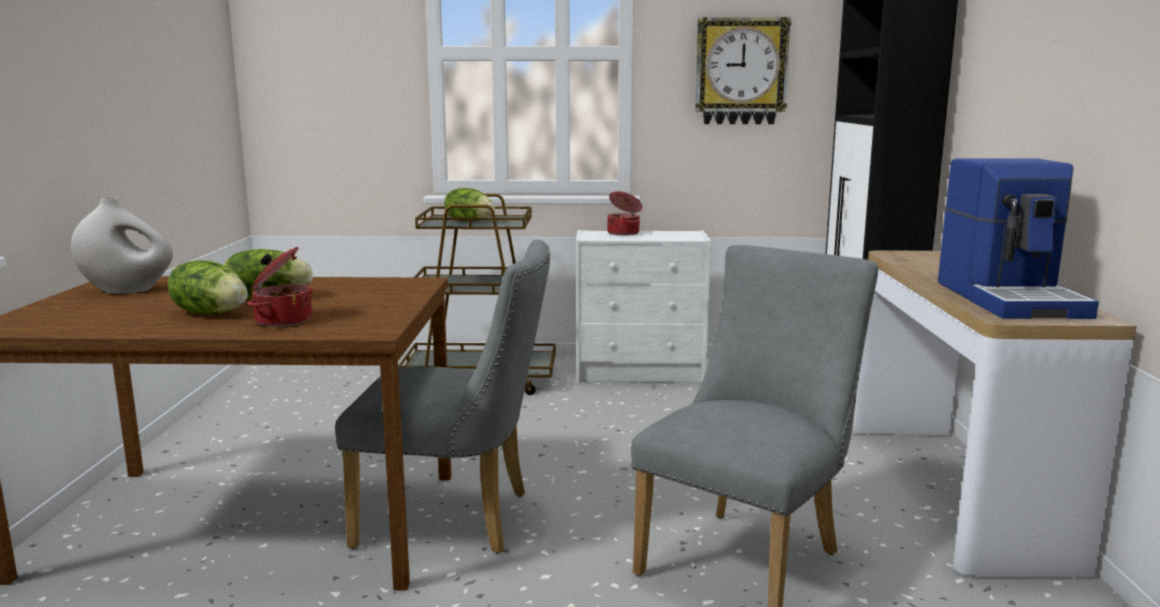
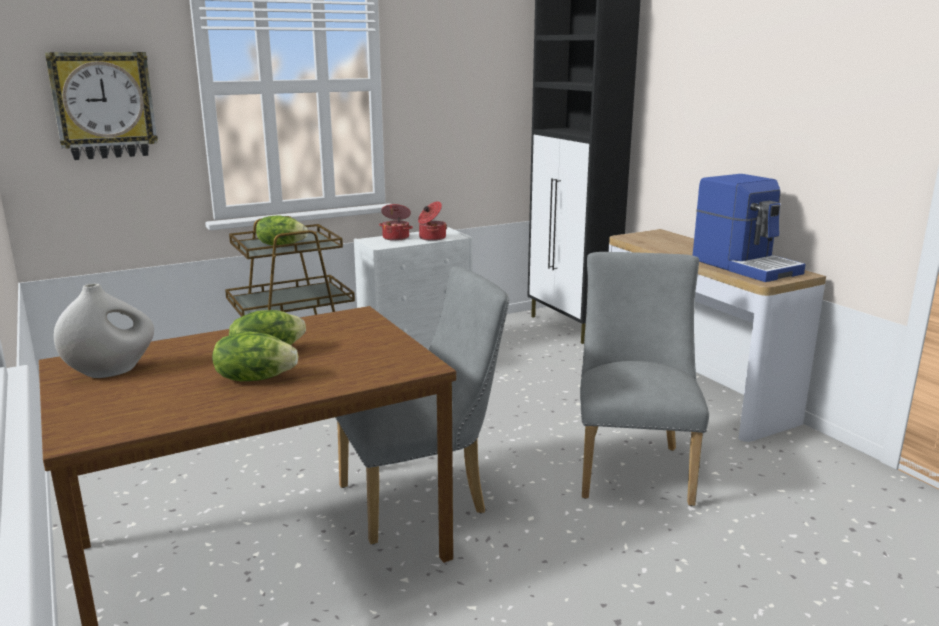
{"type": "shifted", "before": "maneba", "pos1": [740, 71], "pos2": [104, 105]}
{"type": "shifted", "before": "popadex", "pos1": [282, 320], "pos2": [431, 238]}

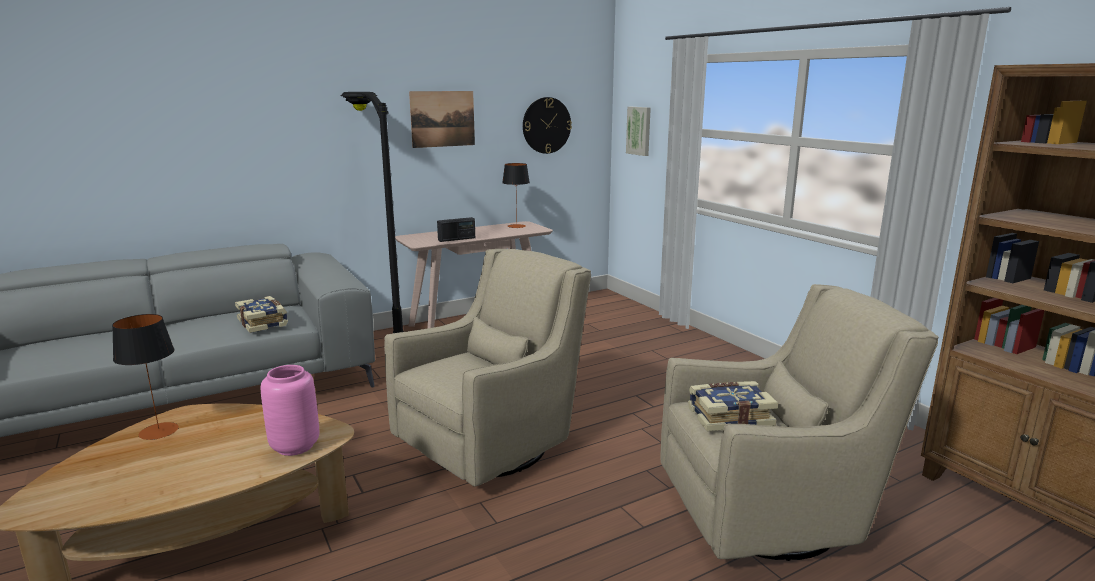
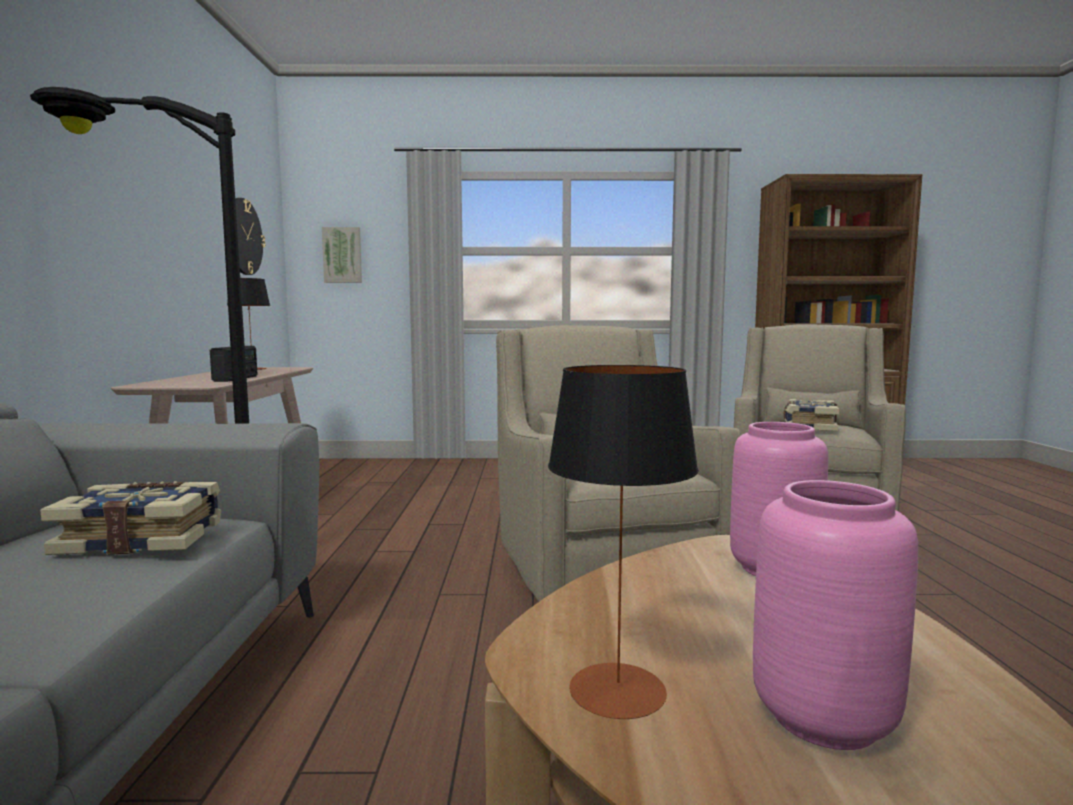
{"type": "new", "after": "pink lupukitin", "pos2": [822, 719]}
{"type": "gone", "before": "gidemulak", "pos1": [442, 119]}

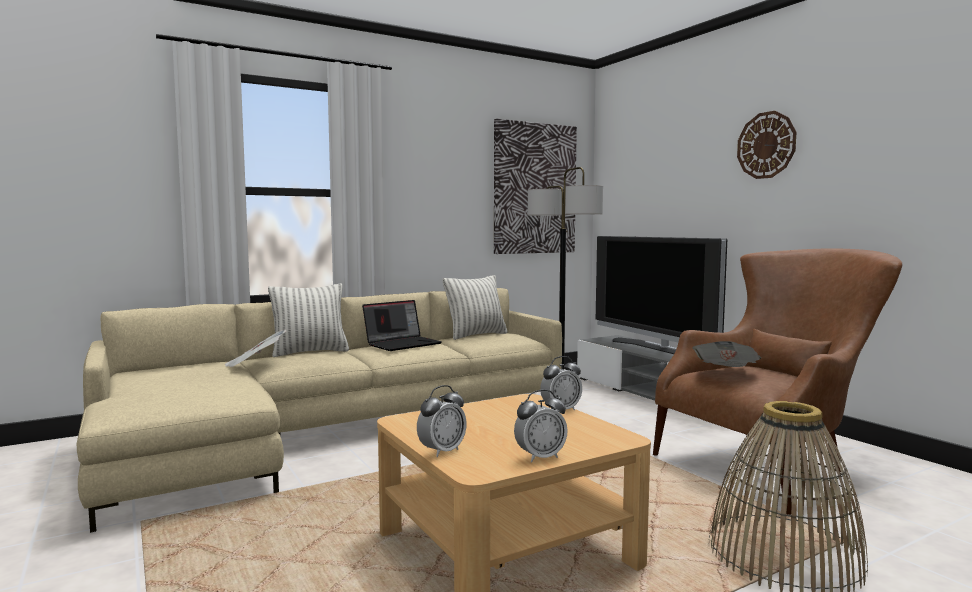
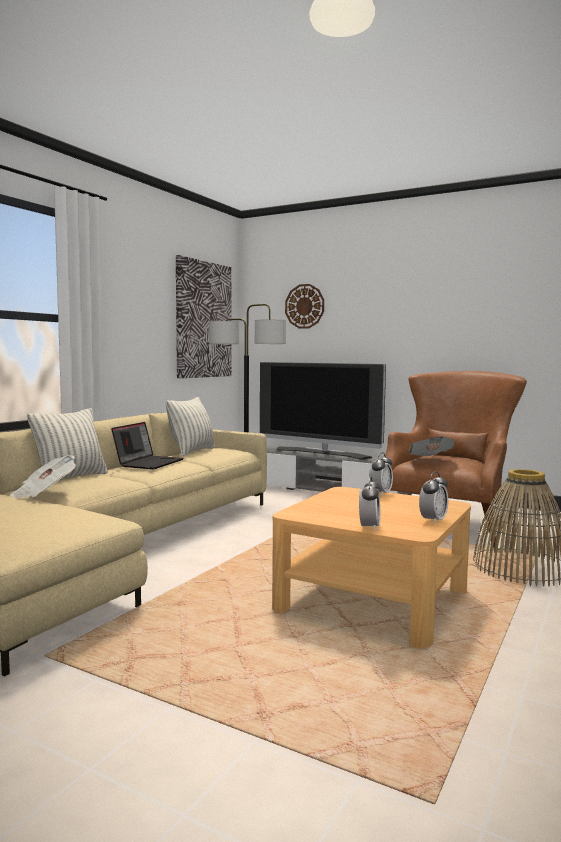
{"type": "shifted", "before": "maneba", "pos1": [766, 145], "pos2": [304, 306]}

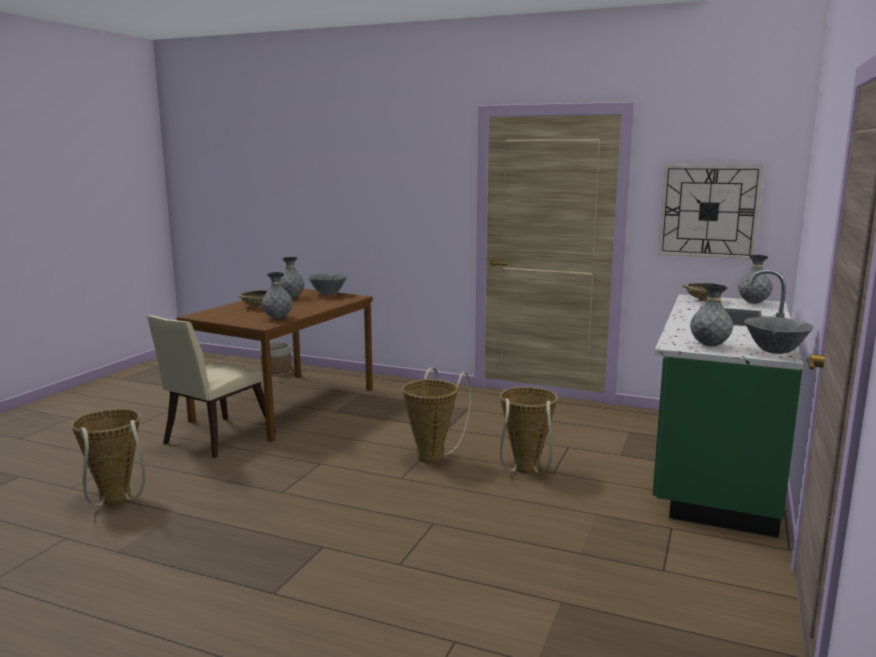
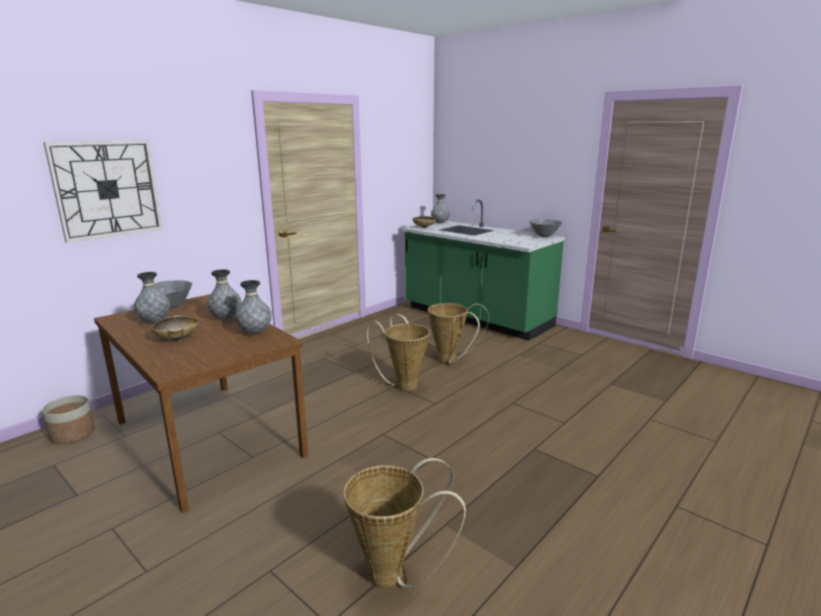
{"type": "shifted", "before": "maneba", "pos1": [708, 211], "pos2": [107, 189]}
{"type": "shifted", "before": "grey lupukitin", "pos1": [709, 346], "pos2": [226, 318]}
{"type": "gone", "before": "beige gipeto", "pos1": [213, 439]}

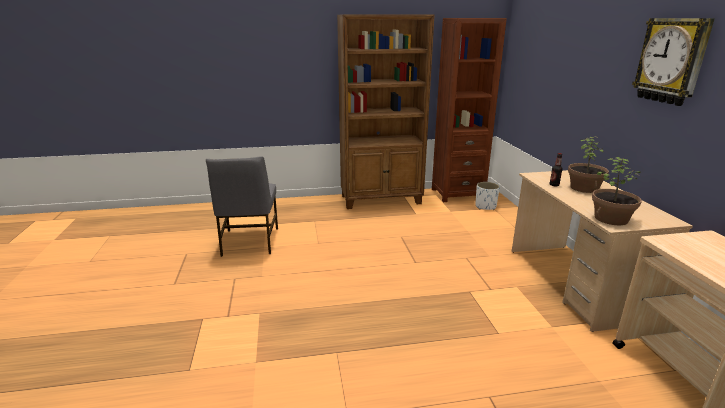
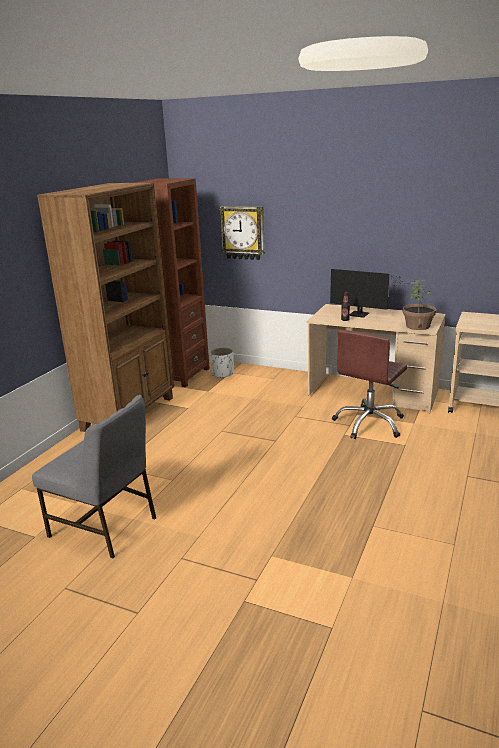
{"type": "shifted", "before": "maneba", "pos1": [671, 61], "pos2": [243, 233]}
{"type": "swapped", "before": "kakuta", "after": "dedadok", "pos1": [584, 188], "pos2": [361, 315]}
{"type": "new", "after": "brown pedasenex", "pos2": [369, 424]}

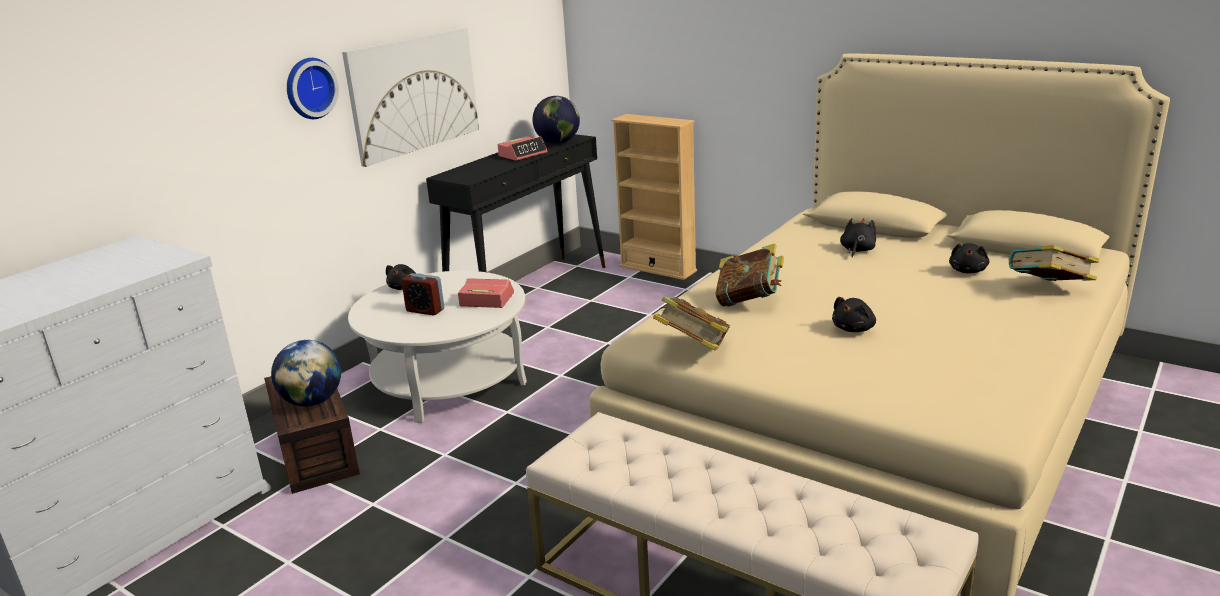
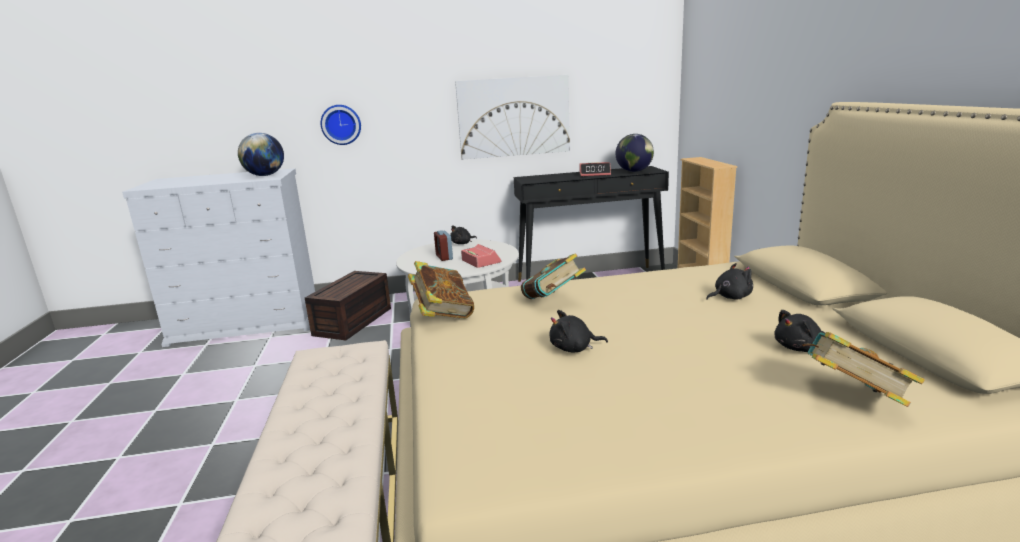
{"type": "shifted", "before": "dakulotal", "pos1": [312, 401], "pos2": [265, 175]}
{"type": "shifted", "before": "maneba", "pos1": [309, 88], "pos2": [341, 124]}

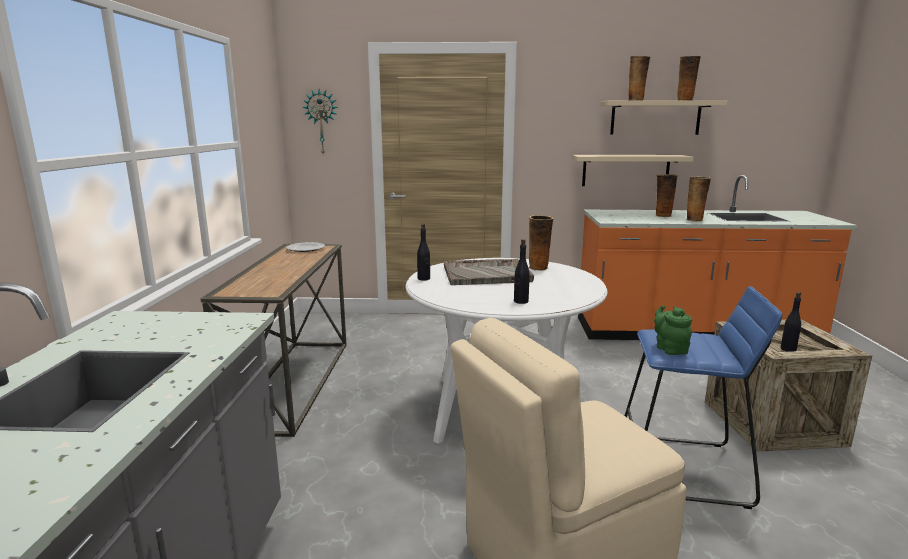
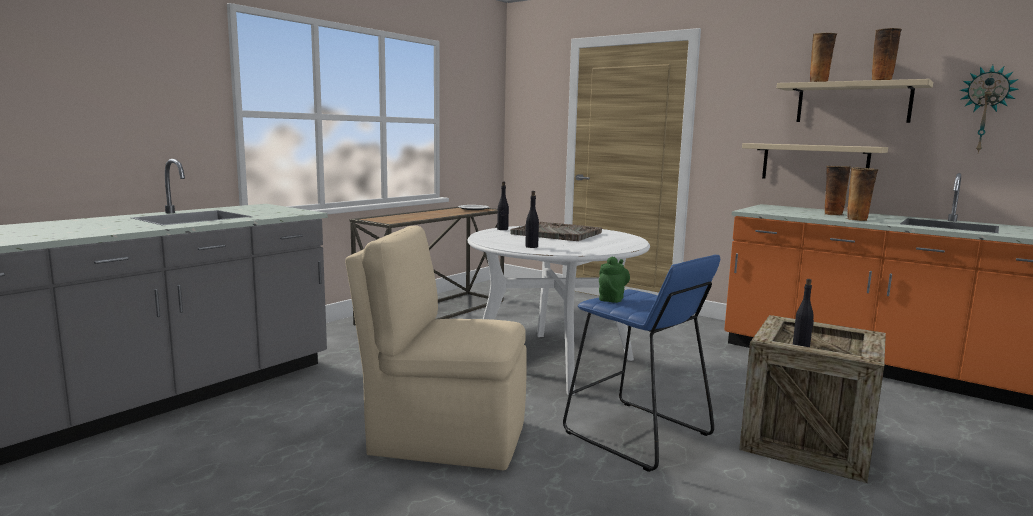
{"type": "shifted", "before": "maneba", "pos1": [321, 122], "pos2": [985, 109]}
{"type": "gone", "before": "lupukitin", "pos1": [539, 268]}

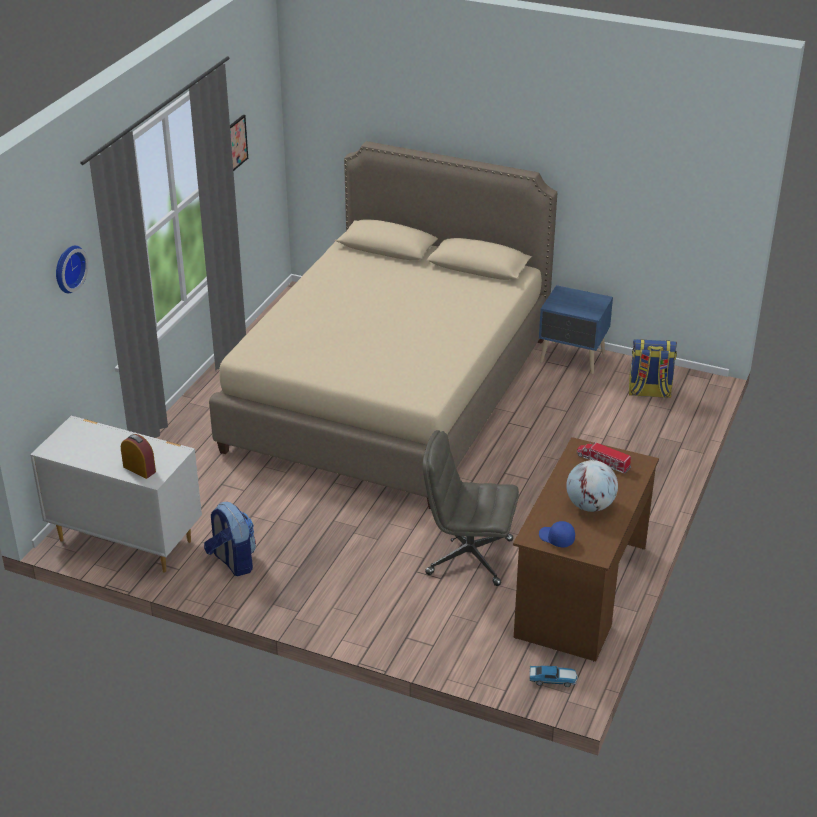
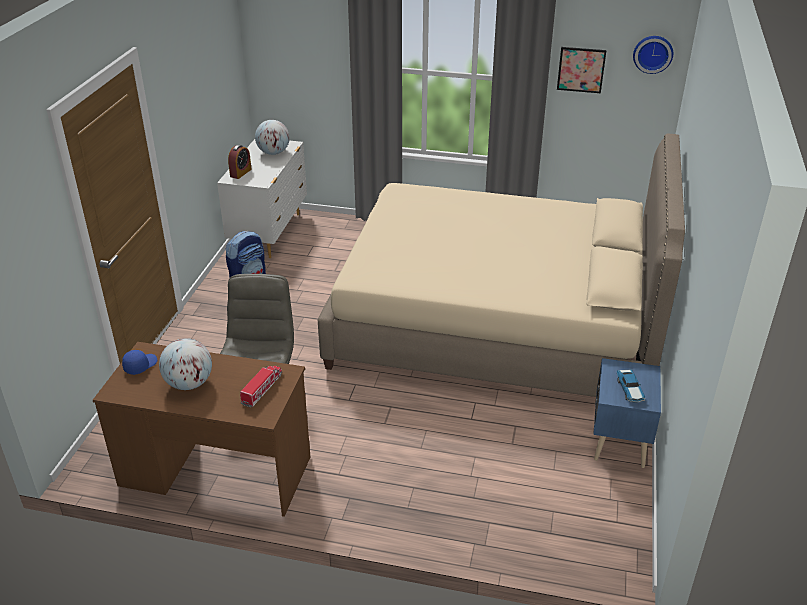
{"type": "new", "after": "dakulotal", "pos2": [273, 153]}
{"type": "shifted", "before": "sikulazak", "pos1": [553, 679], "pos2": [630, 390]}
{"type": "shifted", "before": "maneba", "pos1": [67, 268], "pos2": [653, 53]}
{"type": "gone", "before": "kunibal", "pos1": [649, 392]}

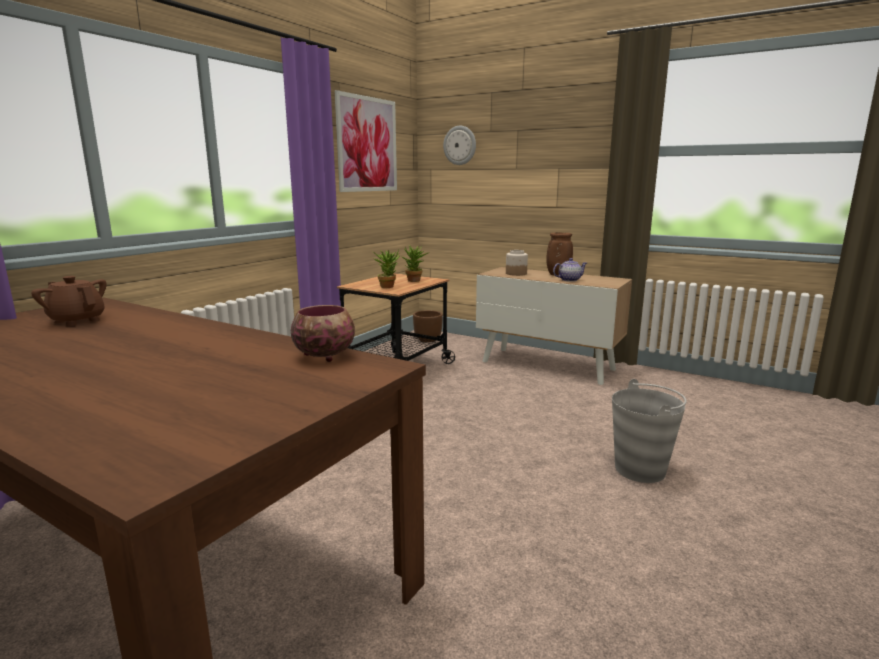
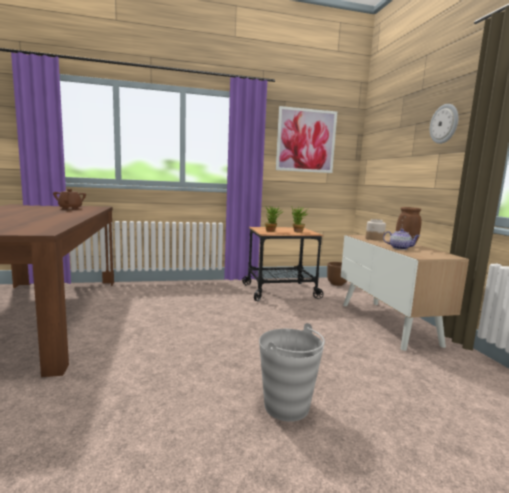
{"type": "shifted", "before": "maneba", "pos1": [460, 145], "pos2": [444, 124]}
{"type": "gone", "before": "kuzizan", "pos1": [325, 356]}

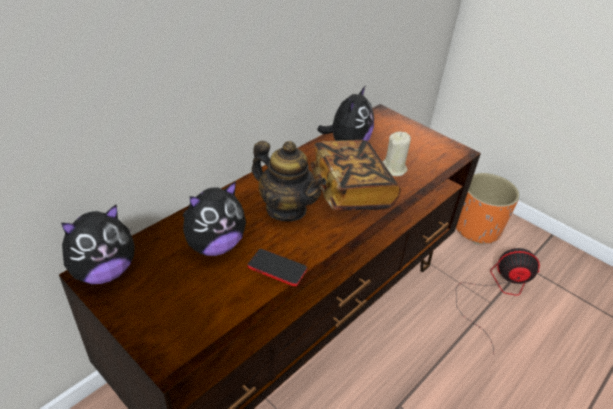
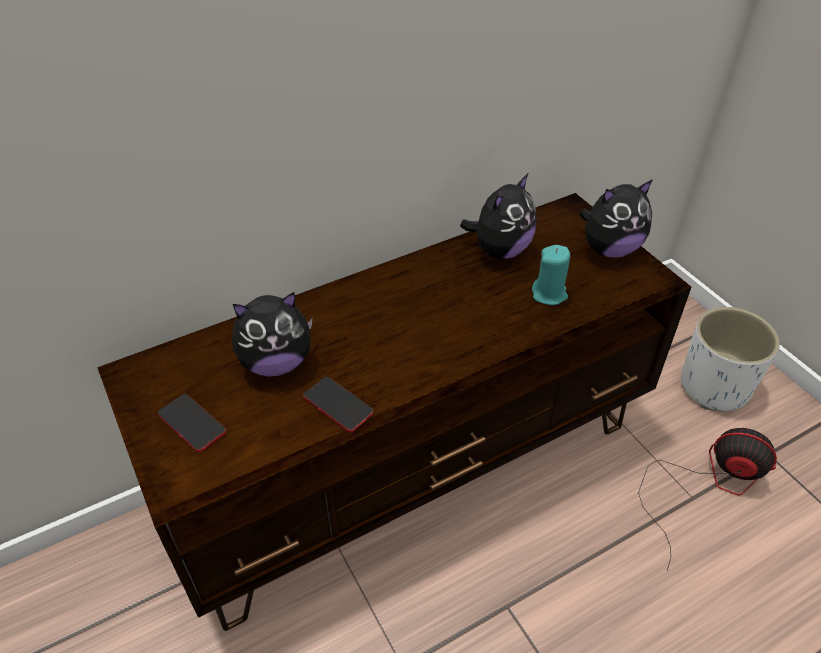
{"type": "new", "after": "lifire", "pos2": [192, 423]}
{"type": "repainted", "before": "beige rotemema", "after": "turquoise rotemema", "pos1": [394, 169], "pos2": [549, 294]}
{"type": "shifted", "before": "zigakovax", "pos1": [104, 271], "pos2": [609, 249]}
{"type": "repainted", "before": "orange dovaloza", "after": "white dovaloza", "pos1": [476, 229], "pos2": [713, 386]}
{"type": "gone", "before": "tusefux", "pos1": [286, 209]}
{"type": "gone", "before": "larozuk", "pos1": [351, 191]}

